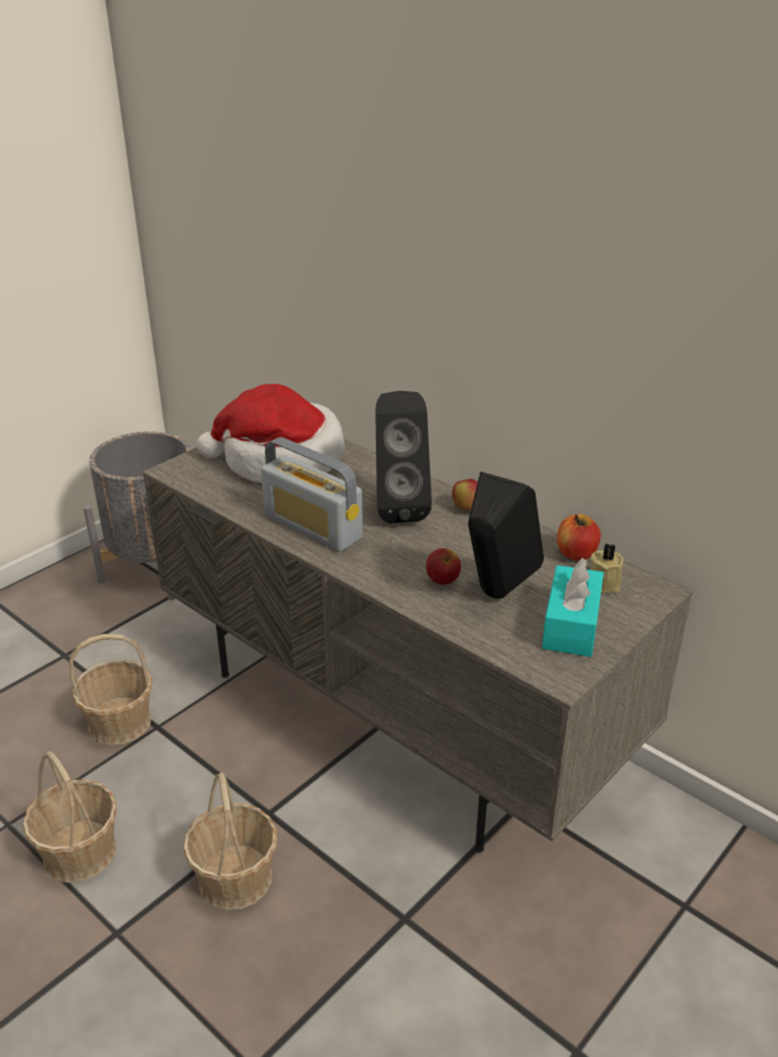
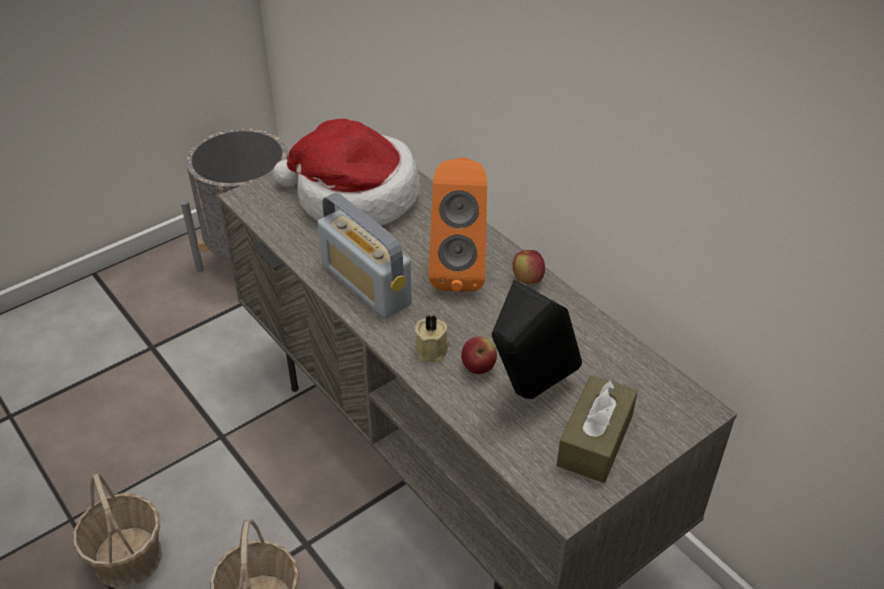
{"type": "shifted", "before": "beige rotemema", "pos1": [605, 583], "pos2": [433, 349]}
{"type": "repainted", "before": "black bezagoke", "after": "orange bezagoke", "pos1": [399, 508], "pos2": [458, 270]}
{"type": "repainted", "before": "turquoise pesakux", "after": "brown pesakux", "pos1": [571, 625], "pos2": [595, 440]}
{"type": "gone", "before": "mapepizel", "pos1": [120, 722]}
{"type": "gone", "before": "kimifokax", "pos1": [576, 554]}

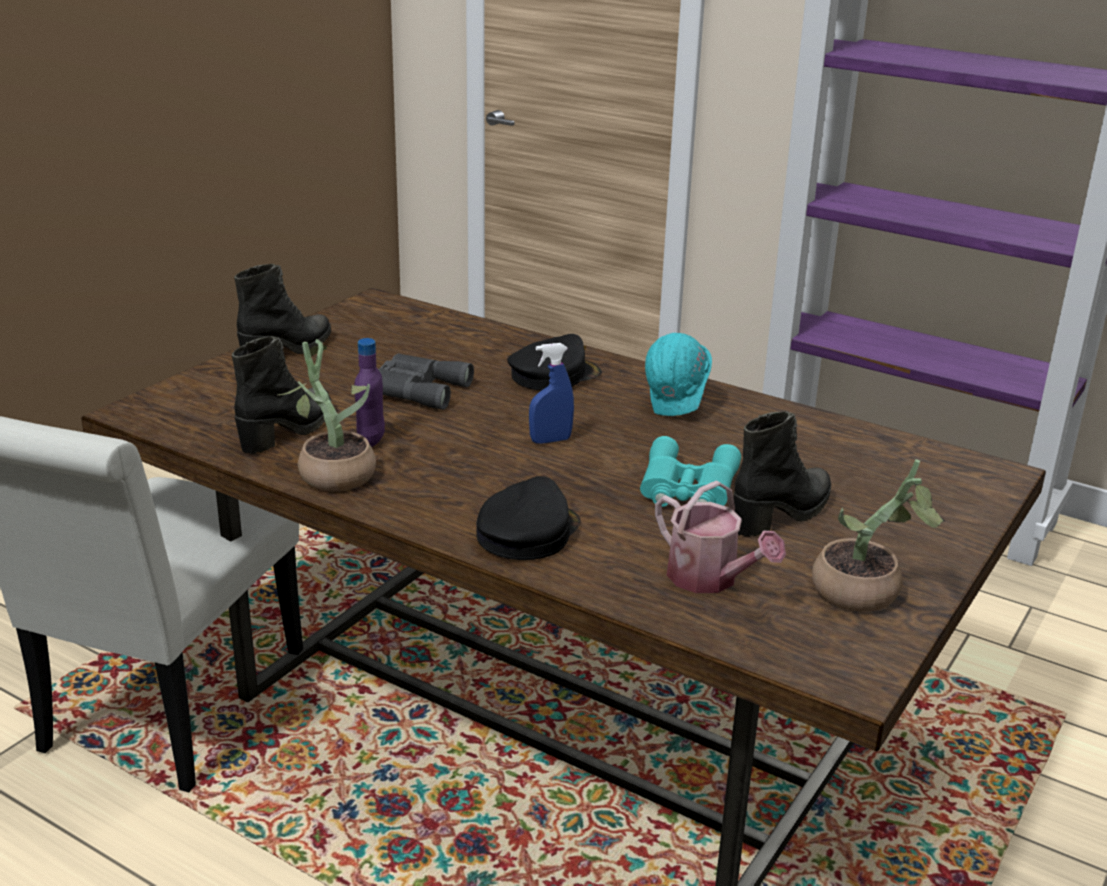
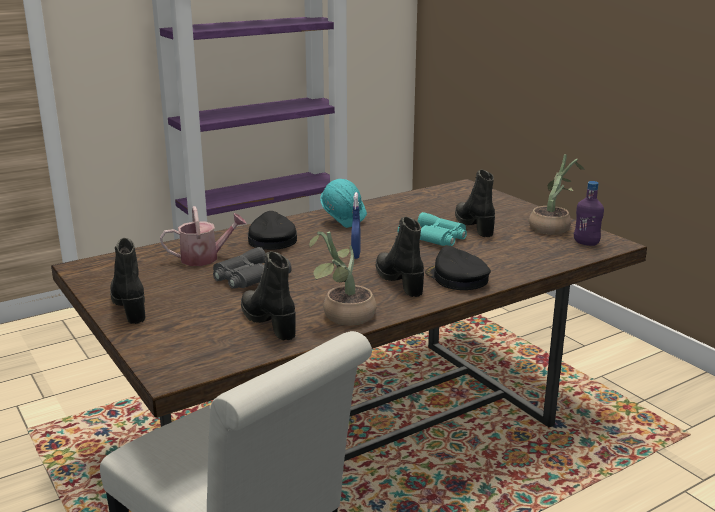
{"type": "shifted", "before": "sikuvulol", "pos1": [710, 579], "pos2": [205, 258]}
{"type": "new", "after": "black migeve", "pos2": [400, 281]}
{"type": "shifted", "before": "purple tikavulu", "pos1": [371, 440], "pos2": [586, 243]}

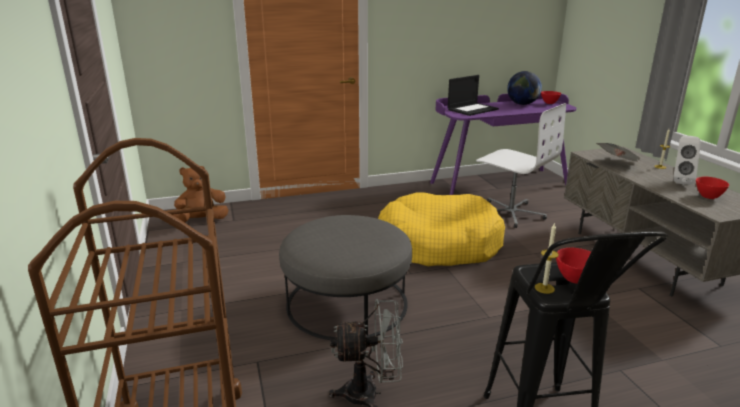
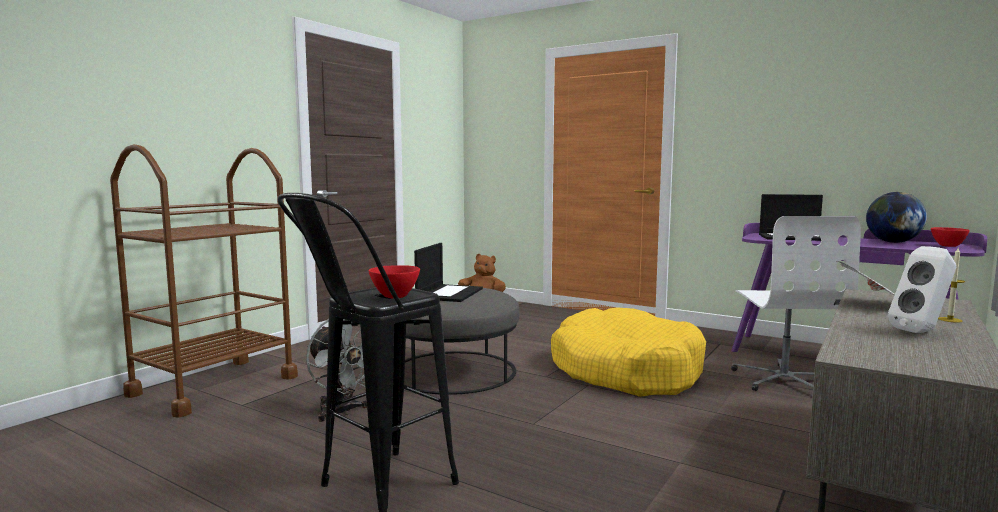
{"type": "new", "after": "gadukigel", "pos2": [449, 293]}
{"type": "gone", "before": "rotemema", "pos1": [544, 288]}
{"type": "gone", "before": "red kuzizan", "pos1": [707, 196]}

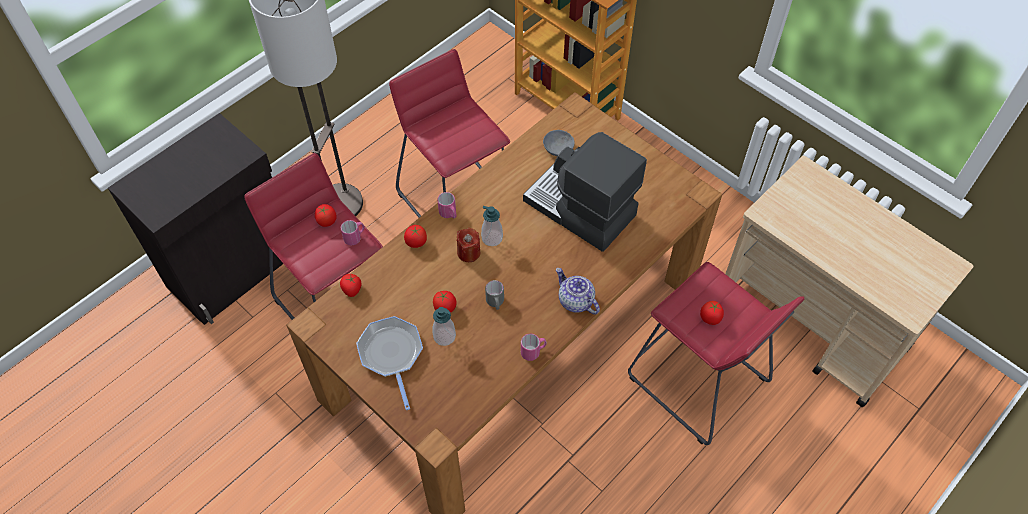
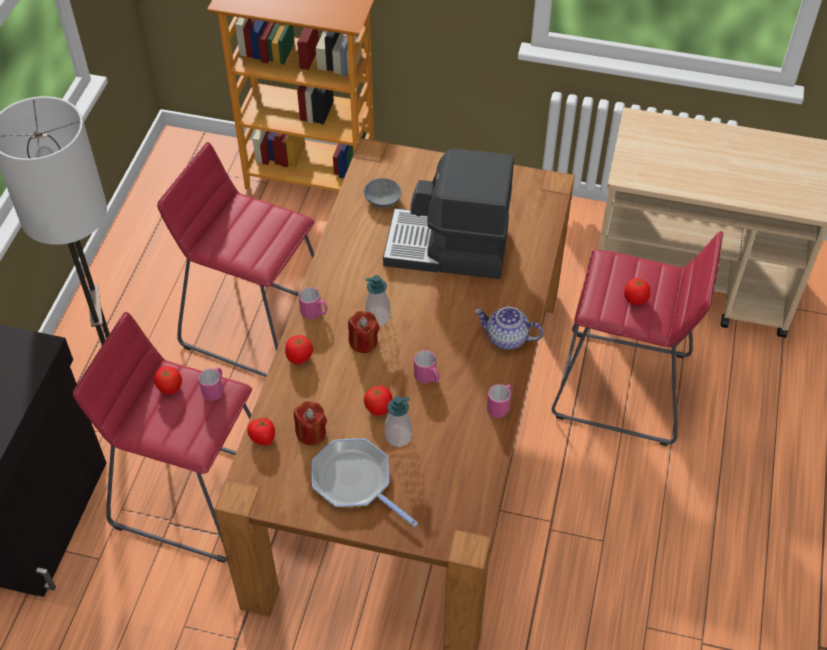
{"type": "new", "after": "red rotemema", "pos2": [311, 433]}
{"type": "repainted", "before": "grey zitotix", "after": "pink zitotix", "pos1": [495, 303], "pos2": [427, 378]}

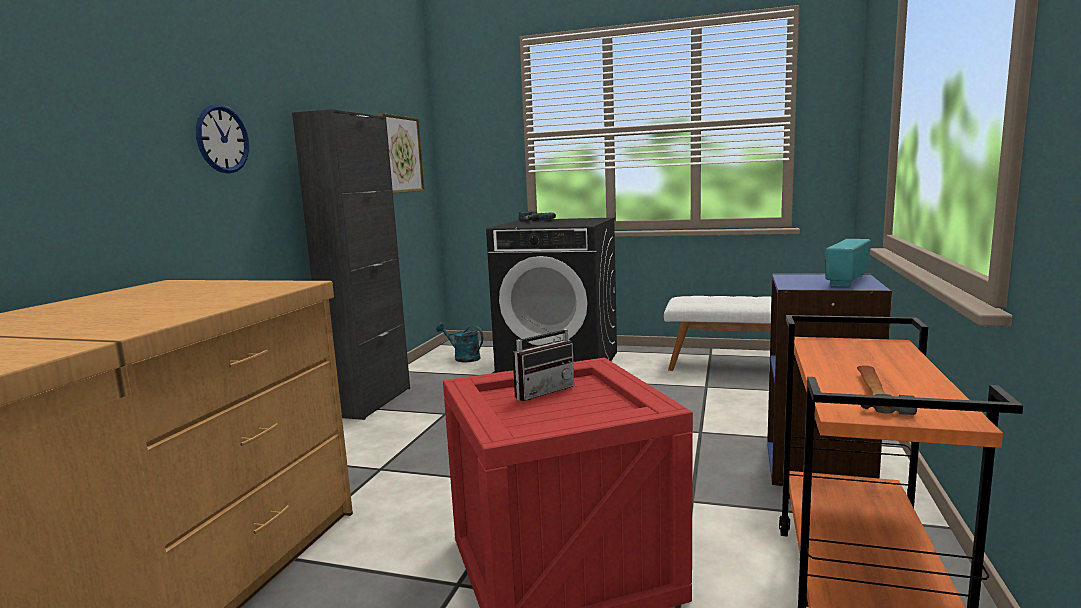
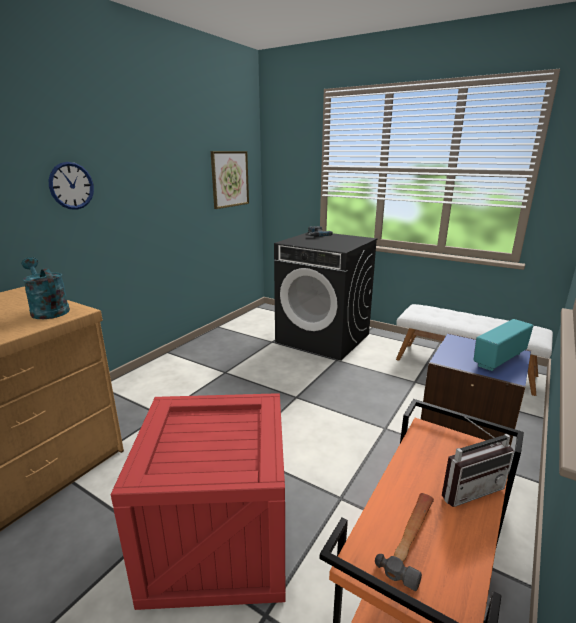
{"type": "shifted", "before": "turquoise sikuvulol", "pos1": [463, 358], "pos2": [48, 310]}
{"type": "shifted", "before": "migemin", "pos1": [541, 391], "pos2": [467, 487]}
{"type": "gone", "before": "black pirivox", "pos1": [371, 402]}

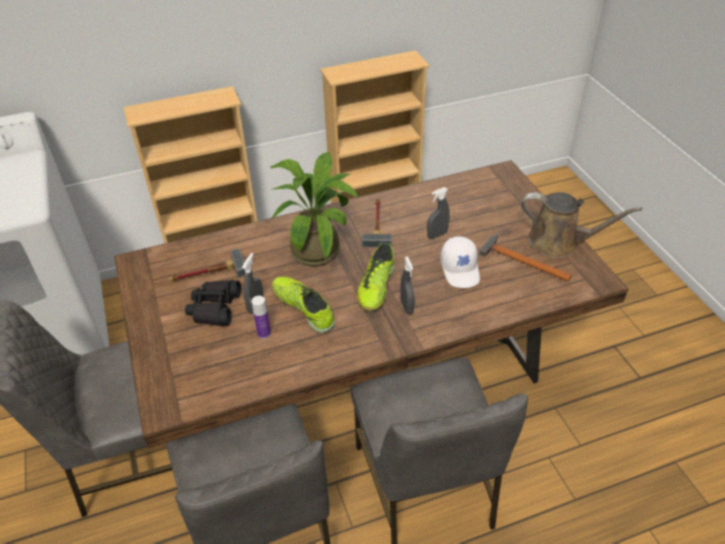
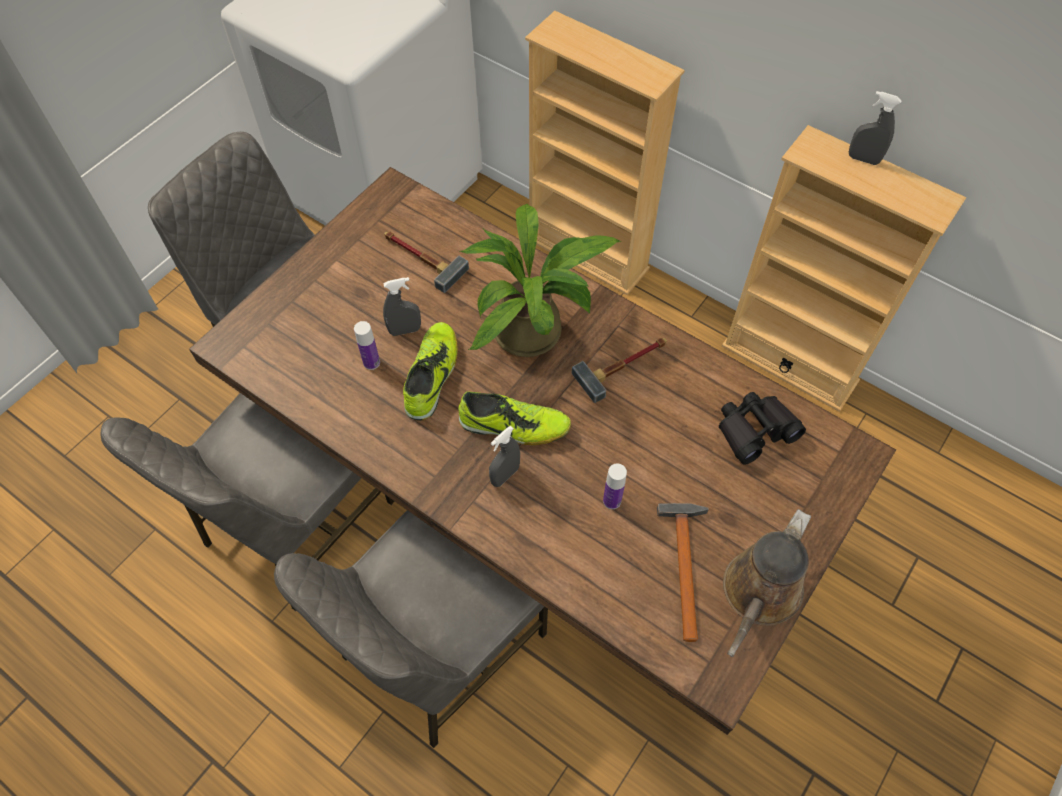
{"type": "rotated", "before": "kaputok", "pos1": [376, 287], "pos2": [514, 426], "turn": -150}
{"type": "swapped", "before": "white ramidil", "after": "tikavulu", "pos1": [461, 270], "pos2": [612, 501]}
{"type": "shifted", "before": "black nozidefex", "pos1": [214, 308], "pos2": [755, 430]}
{"type": "rotated", "before": "brown sikuvulol", "pos1": [558, 243], "pos2": [758, 595], "turn": 45}
{"type": "shifted", "before": "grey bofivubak", "pos1": [437, 235], "pos2": [863, 159]}

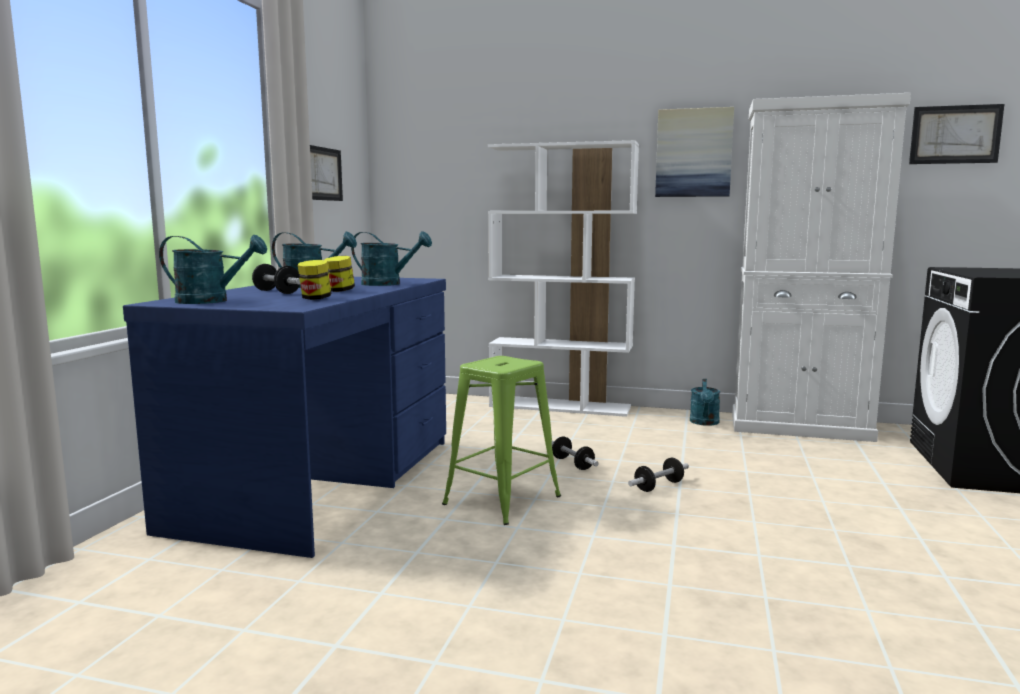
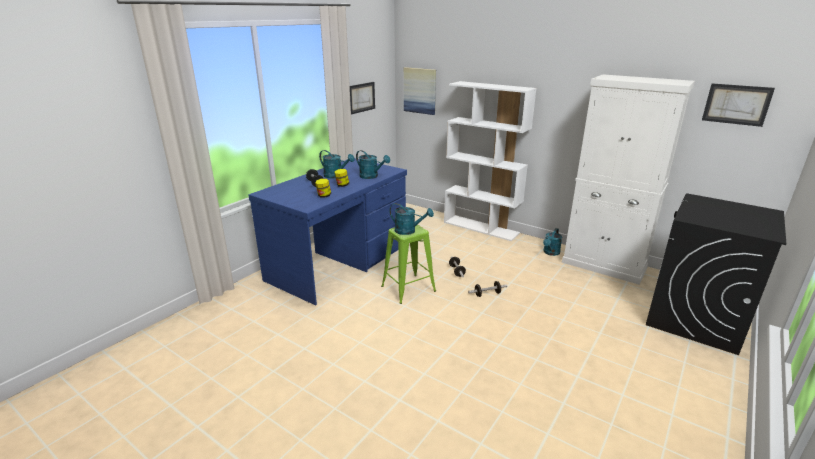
{"type": "shifted", "before": "turquoise sikuvulol", "pos1": [211, 301], "pos2": [409, 231]}
{"type": "shifted", "before": "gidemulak", "pos1": [693, 153], "pos2": [420, 90]}

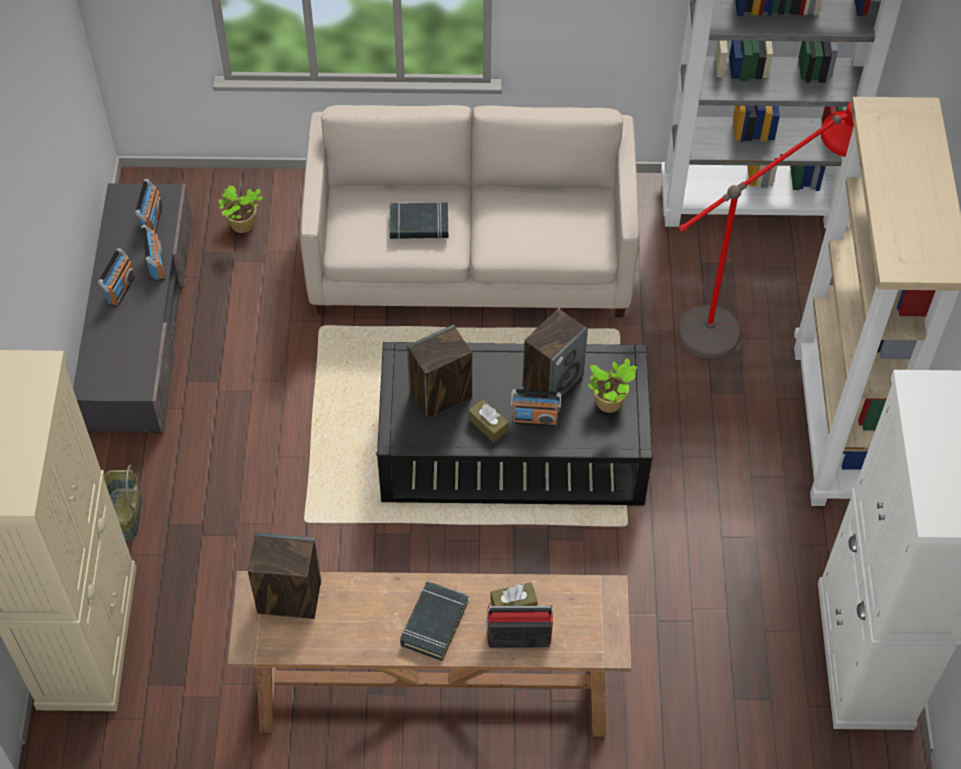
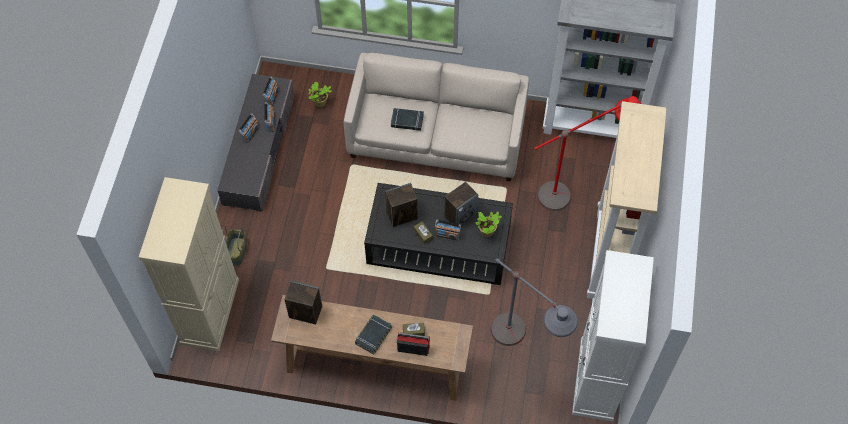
{"type": "new", "after": "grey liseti", "pos2": [523, 348]}

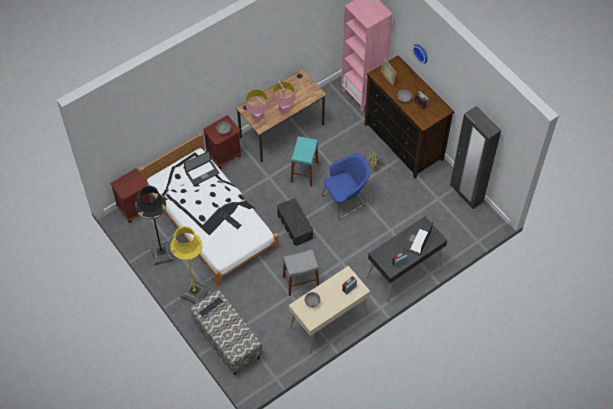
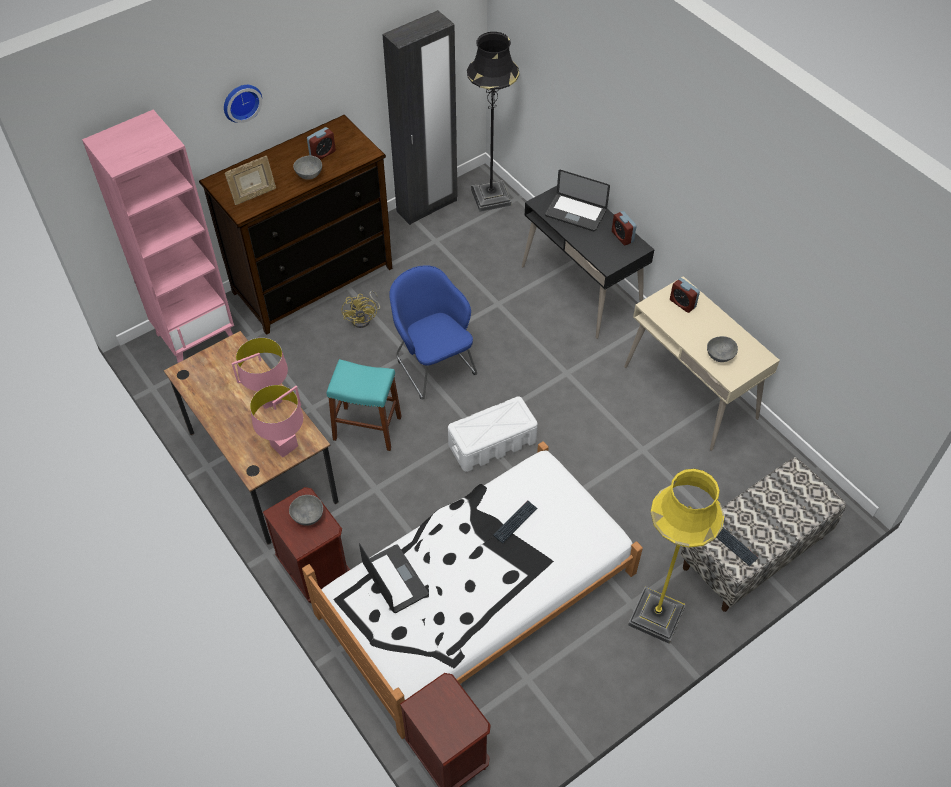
{"type": "repainted", "before": "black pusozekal", "after": "white pusozekal", "pos1": [294, 226], "pos2": [491, 443]}
{"type": "shifted", "before": "black liseti", "pos1": [162, 254], "pos2": [491, 197]}
{"type": "gone", "before": "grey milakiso", "pos1": [301, 282]}

